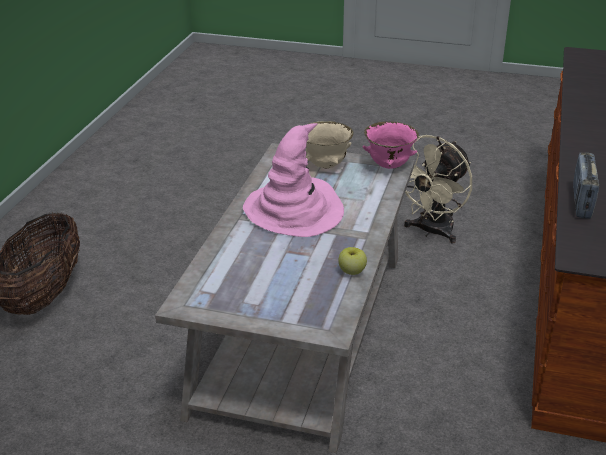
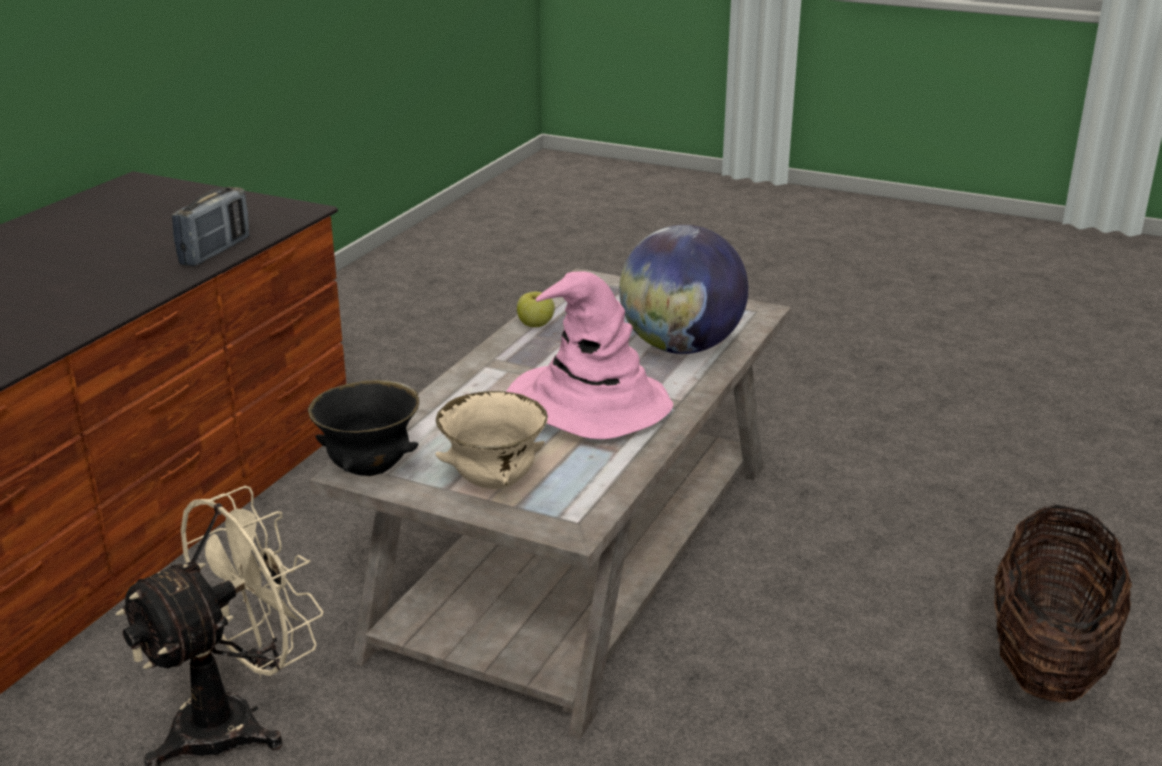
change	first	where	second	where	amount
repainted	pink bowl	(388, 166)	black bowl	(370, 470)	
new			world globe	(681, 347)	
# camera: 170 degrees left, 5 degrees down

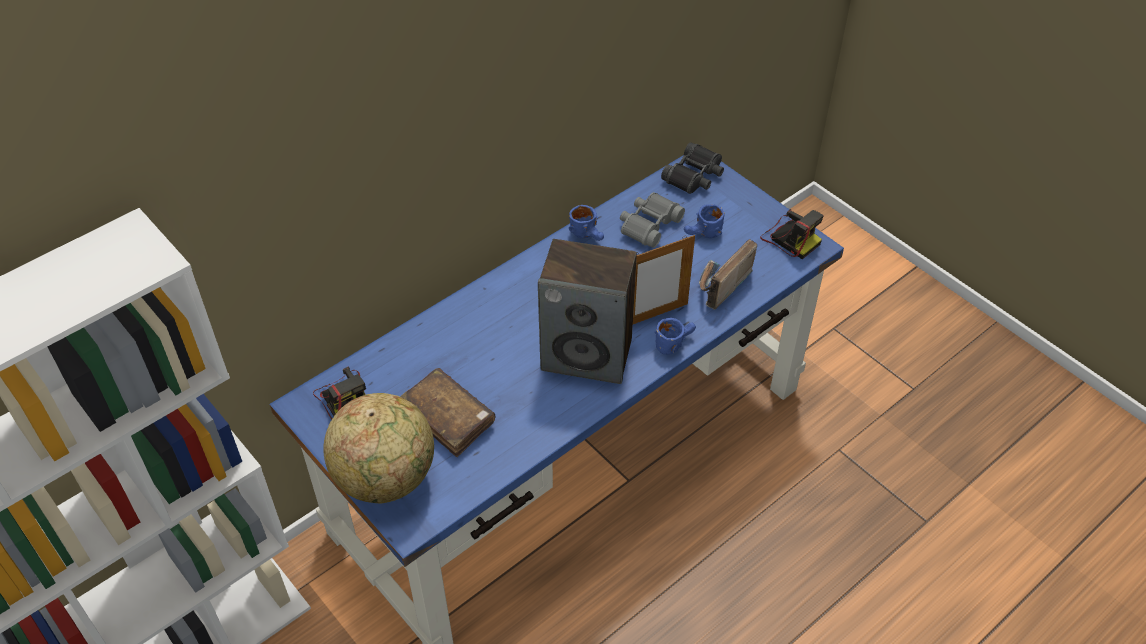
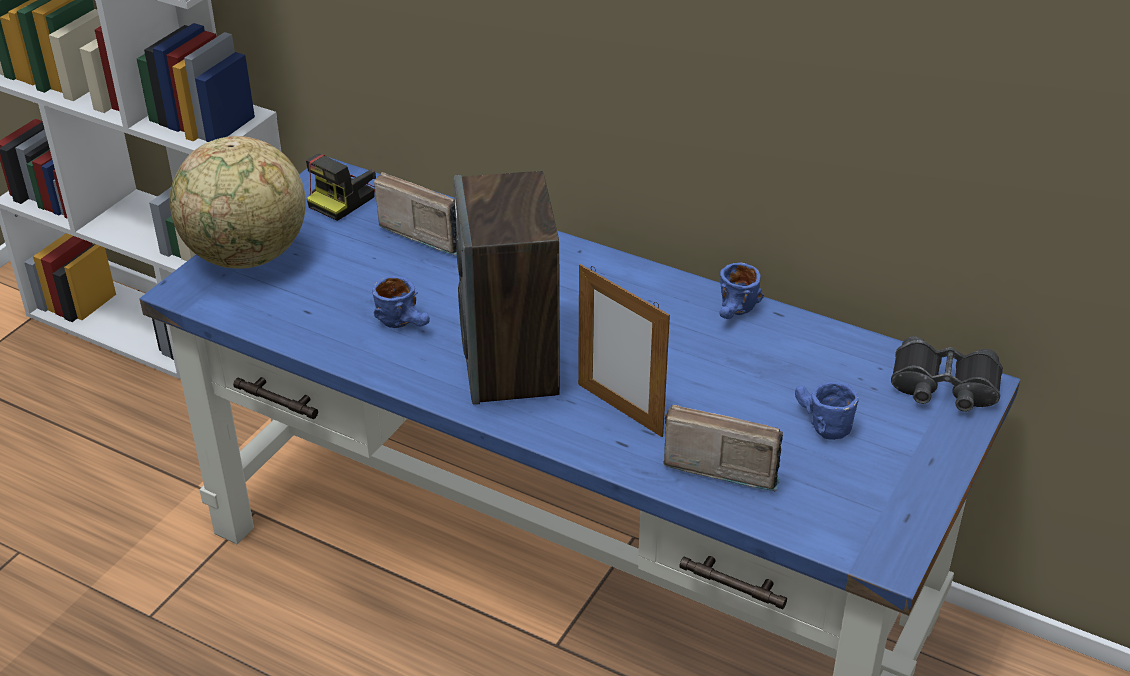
change	first	where	second	where	amount
gone	greyish field glasses	(649, 224)			
gone	photo camera	(790, 238)			
shifted	blue coffee mug	(674, 342)		(406, 323)	
gone	brownish bound book	(448, 418)			
new			radio set	(426, 231)	
# camera: 70 degrees right, 10 degrees down

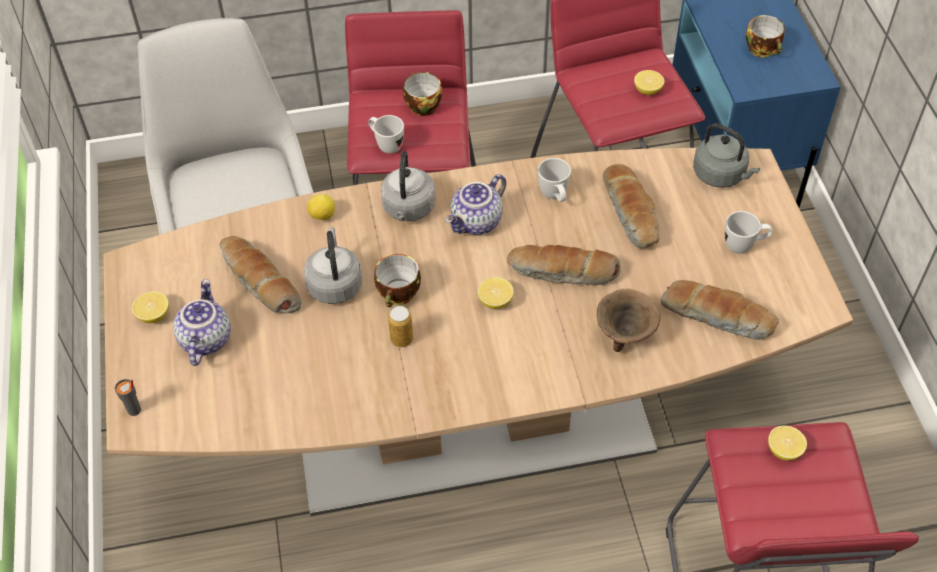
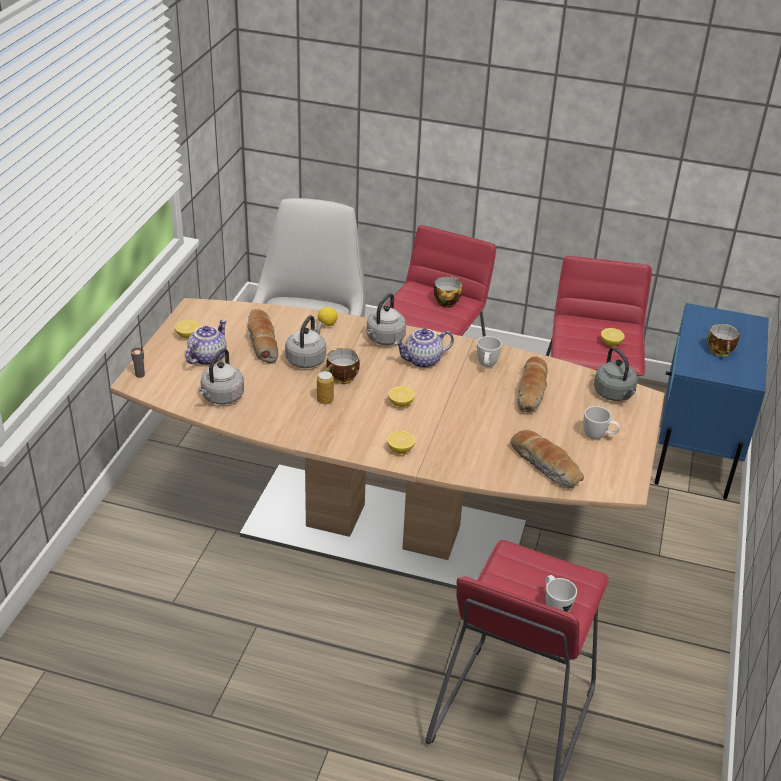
change	first	where	second	where	amount
shifted	white coffee mug	(386, 144)		(554, 606)	
gone	bakery bread	(563, 273)			
gone	brownish bowl	(625, 334)			
shifted	whole lemon	(784, 450)		(400, 449)	
new			greyish kettle	(221, 397)	
# camera: 25 degrees right, 15 degrees down

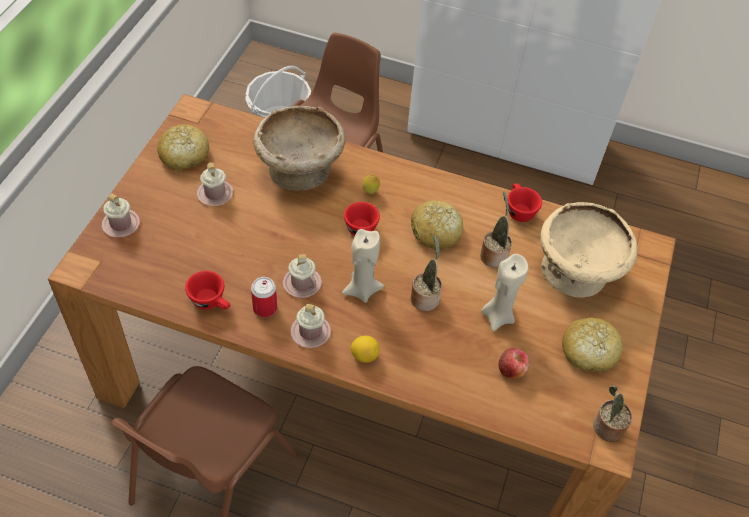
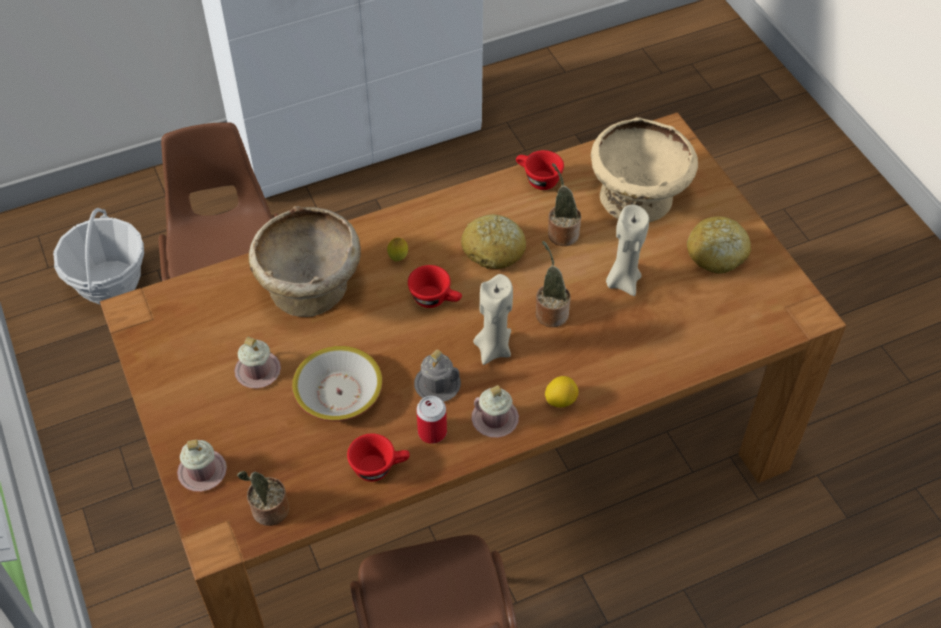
change	first	where	second	where	amount
gone	bakery bread	(184, 155)			
repainted	pink coffee mug	(302, 283)	greyish coffee mug	(437, 385)	
gone	whole apple	(511, 370)			
shifted	plant in a pot	(606, 427)		(268, 511)	
new			bowl	(339, 393)	
# camera: 40 degrees left, 0 degrees up

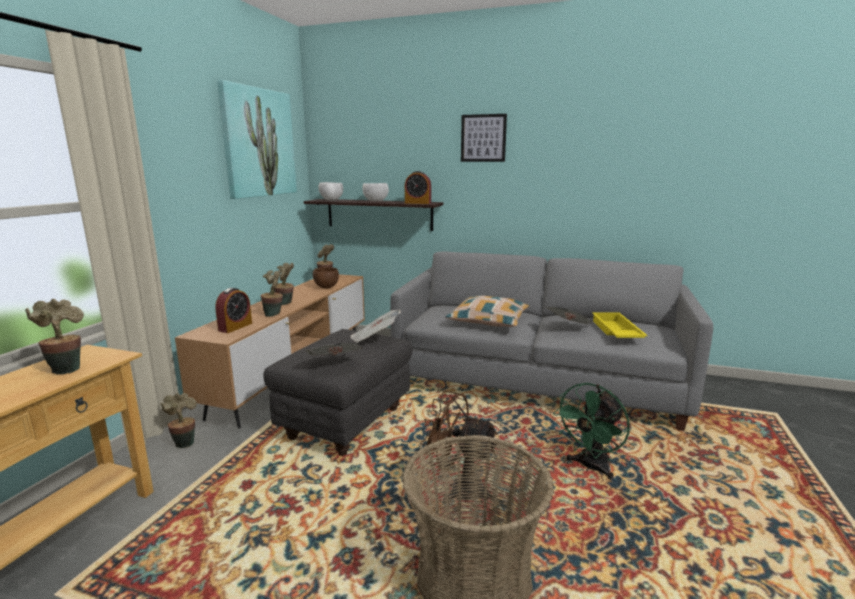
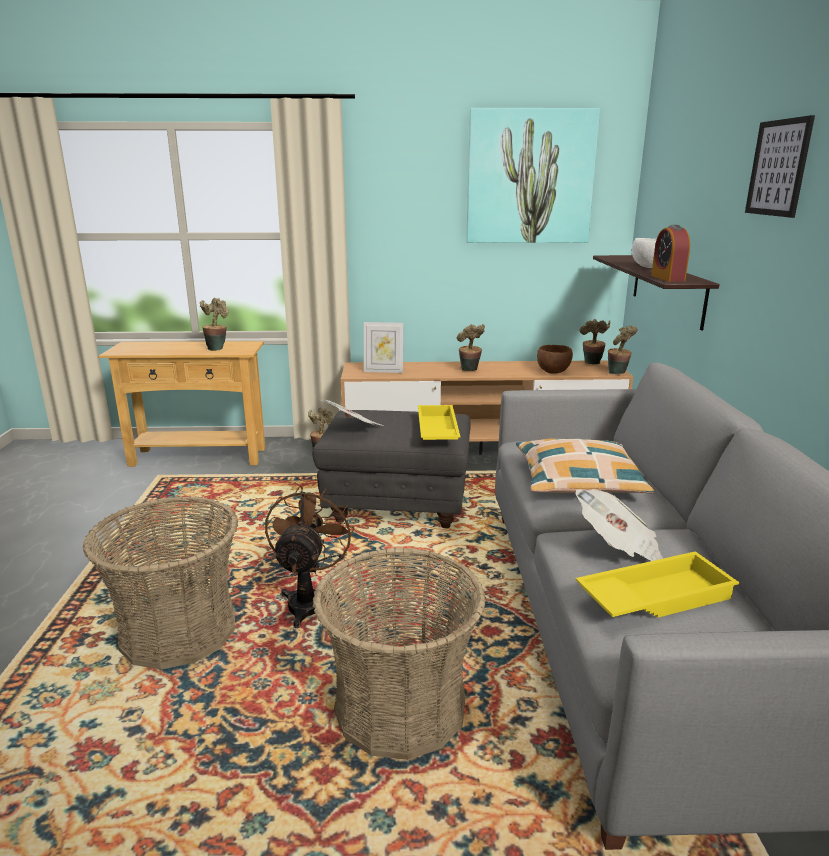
change	first	where	second	where	amount
gone	white bowl	(331, 200)			
shifted	plant in a pot	(274, 314)		(618, 373)	
swapped	bedside clock	(235, 327)	standing frame	(383, 371)	
swapped	daily paper	(374, 339)	yellow serving tray	(436, 431)	
swapped	green electric fan	(590, 467)	household basket	(400, 707)	
# camera: 70 degrees right, 5 degrees up

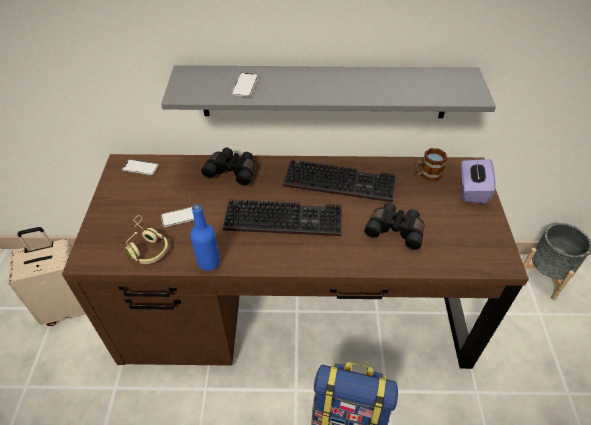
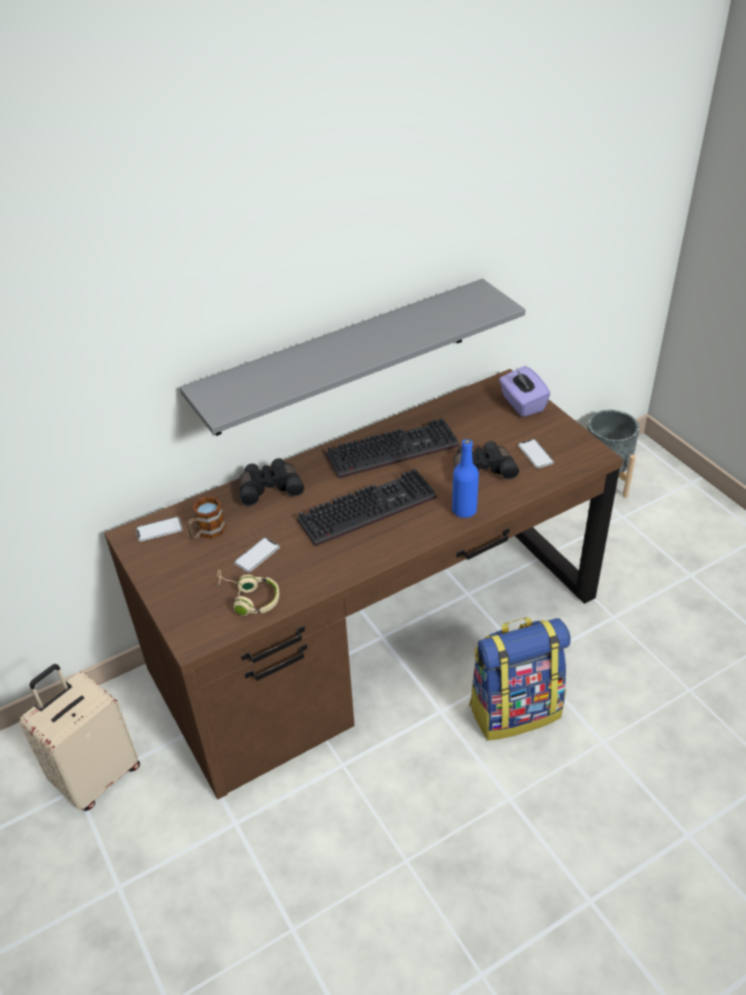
change	first	where	second	where	amount
shifted	handset	(245, 85)		(535, 454)	
shifted	coffee mug	(426, 174)		(207, 532)	
shifted	blue beverage bottle	(208, 262)		(464, 510)	
# camera: 30 degrees left, 5 degrees down

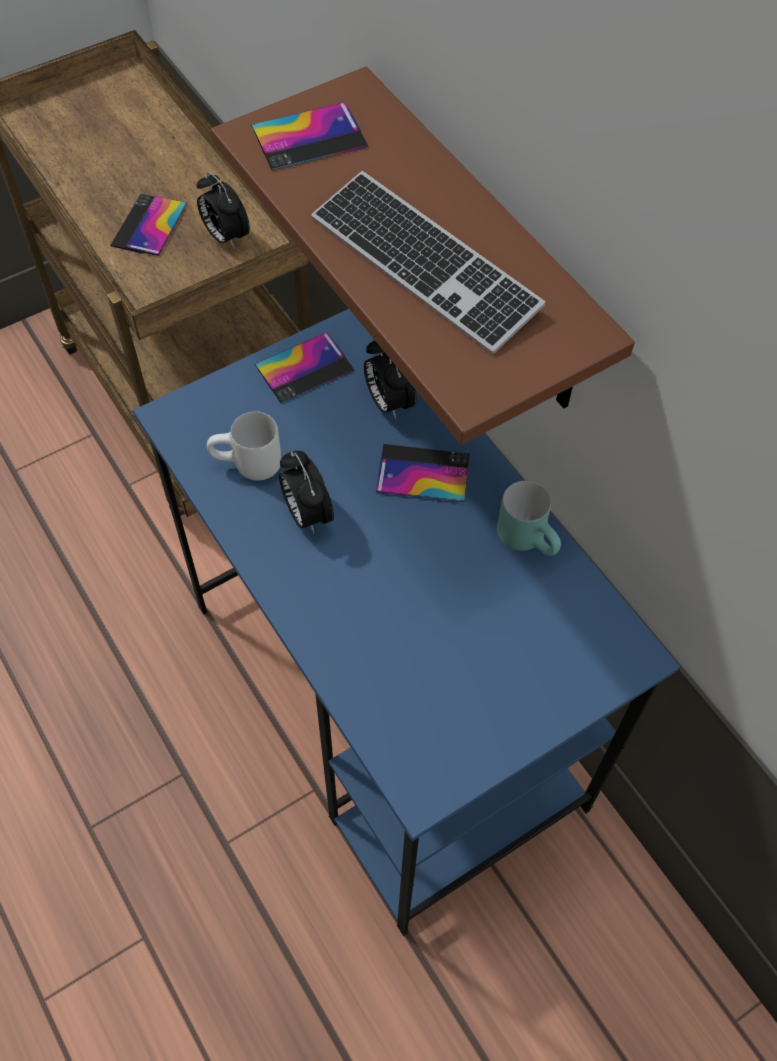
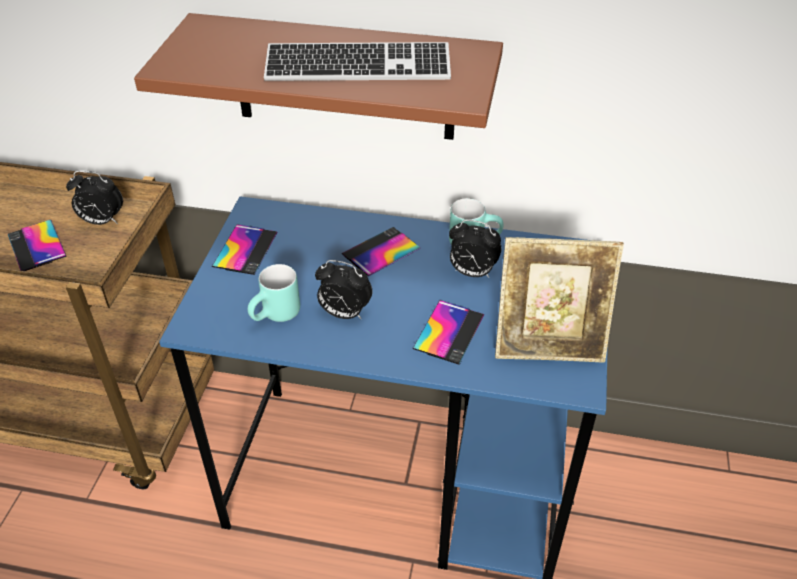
change	first	where	second	where	amount
shifted	handset	(309, 137)		(449, 332)	
shifted	bedside clock	(388, 402)		(471, 273)	
repainted	white coffee mug	(247, 467)	blue-green coffee mug	(277, 317)	
new			standing frame	(548, 345)	
# camera: 45 degrees left, 15 degrees down

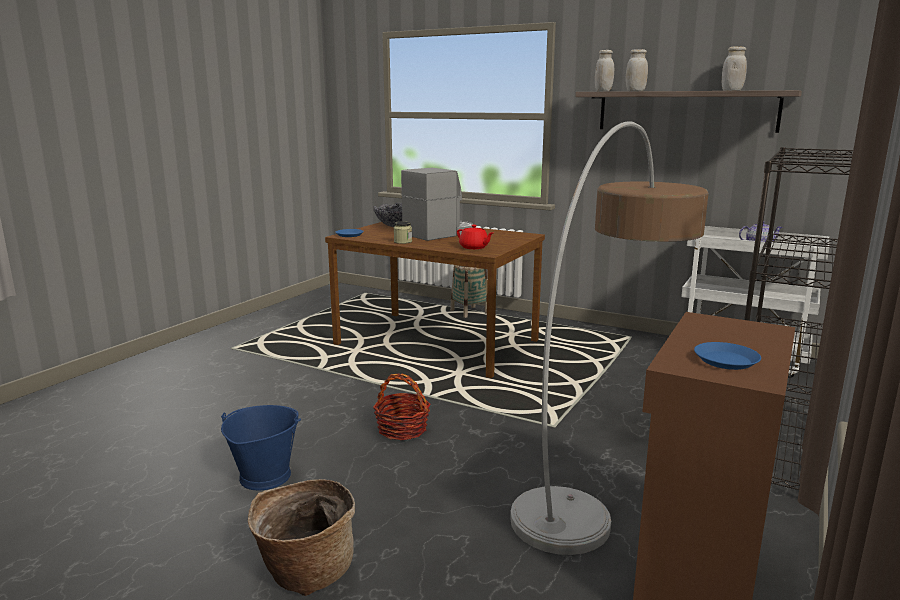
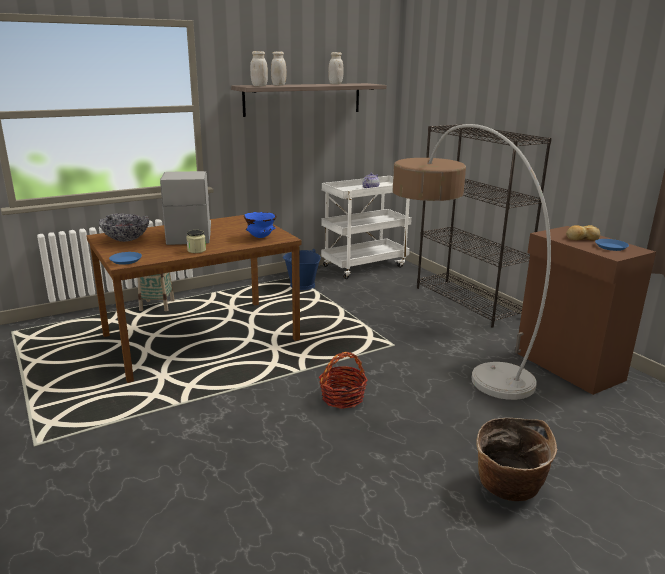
change	first	where	second	where	amount
swapped	red-coloured pot for tea	(474, 247)	blue bowl	(261, 237)	
shifted	blue pail	(264, 476)		(302, 286)	
new			bakery bread	(581, 238)	
# camera: 60 degrees left, 5 degrees up

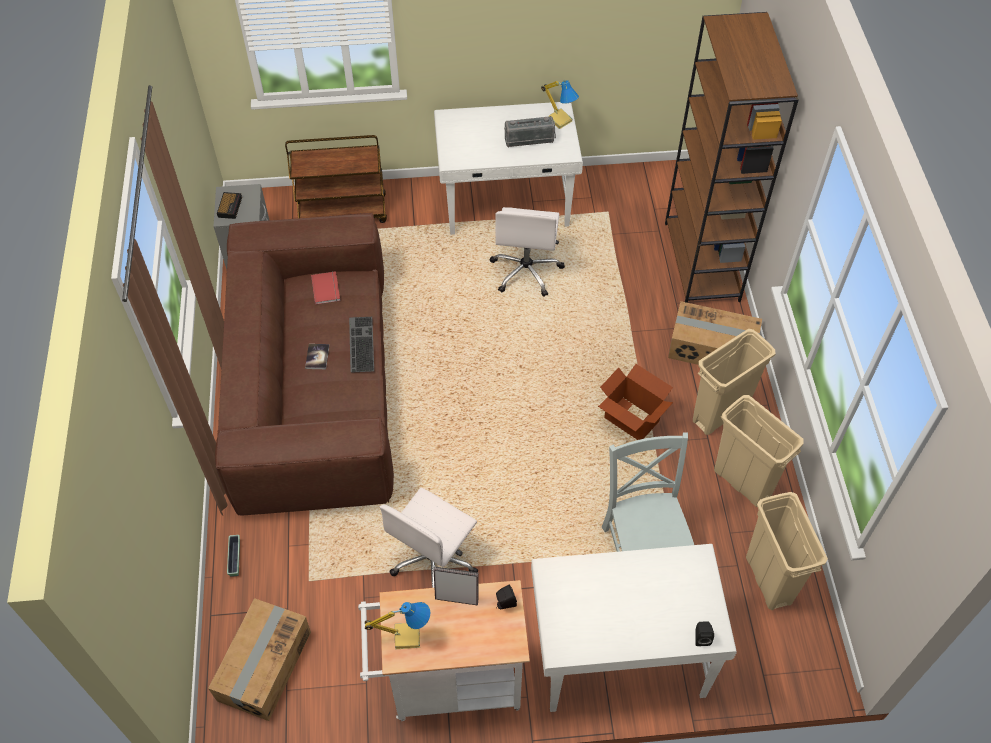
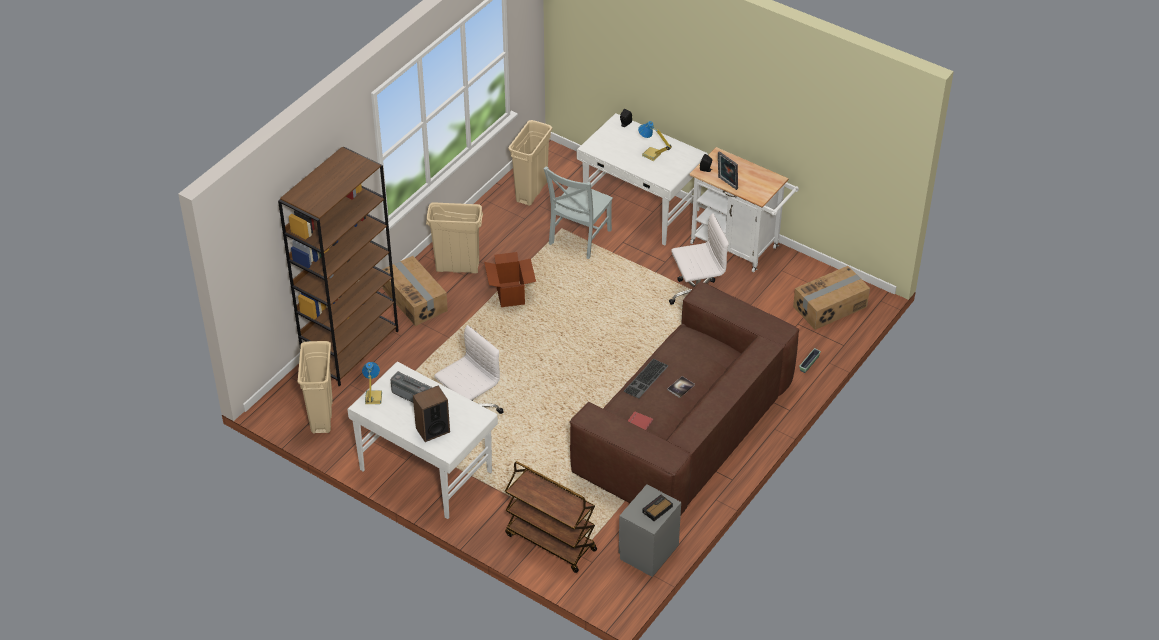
change	first	where	second	where	amount
shifted	beige-coloured rubbish bin	(743, 482)		(322, 416)	
shifted	tabletop lamp	(406, 635)		(651, 155)	
new			audio speaker	(432, 430)	
# camera: 140 degrees left, 10 degrees down

